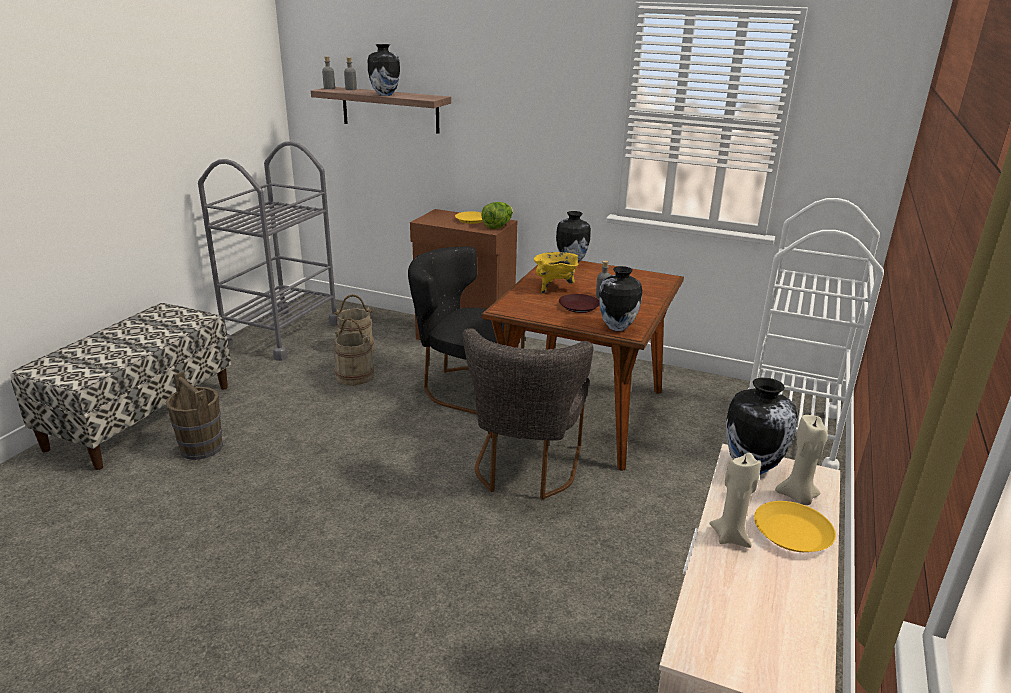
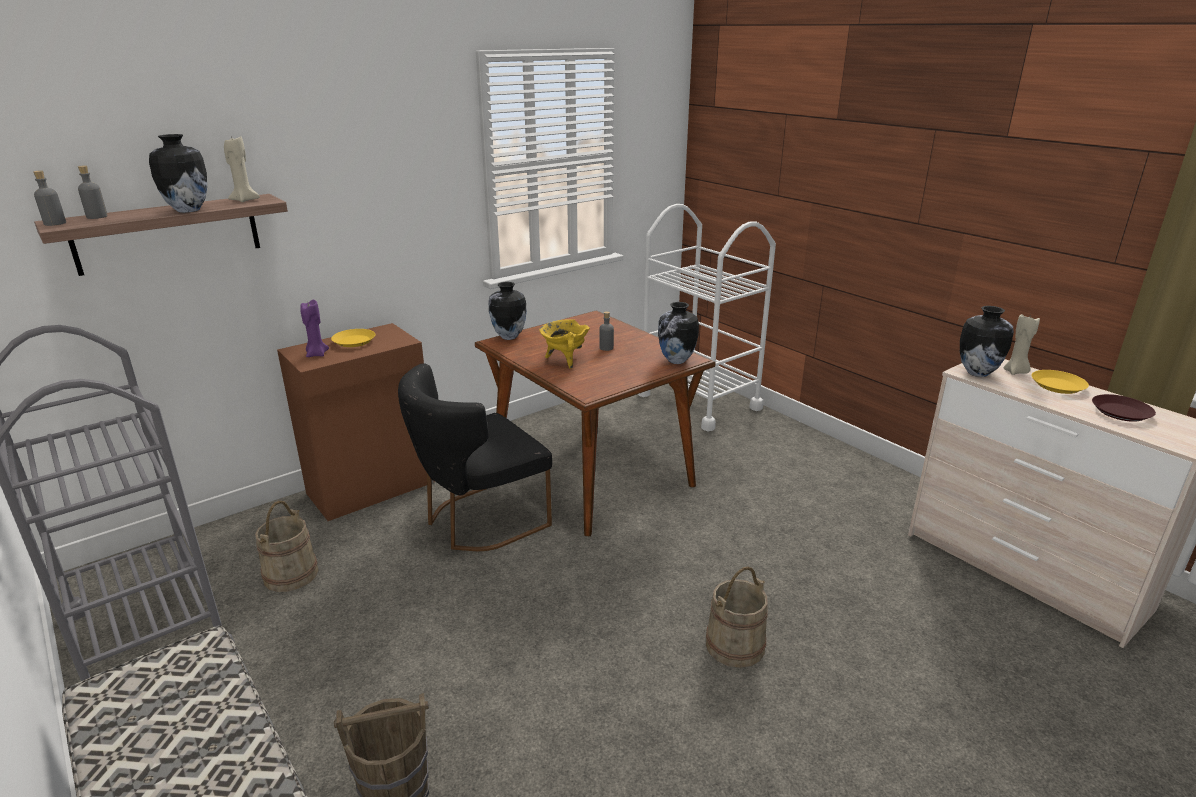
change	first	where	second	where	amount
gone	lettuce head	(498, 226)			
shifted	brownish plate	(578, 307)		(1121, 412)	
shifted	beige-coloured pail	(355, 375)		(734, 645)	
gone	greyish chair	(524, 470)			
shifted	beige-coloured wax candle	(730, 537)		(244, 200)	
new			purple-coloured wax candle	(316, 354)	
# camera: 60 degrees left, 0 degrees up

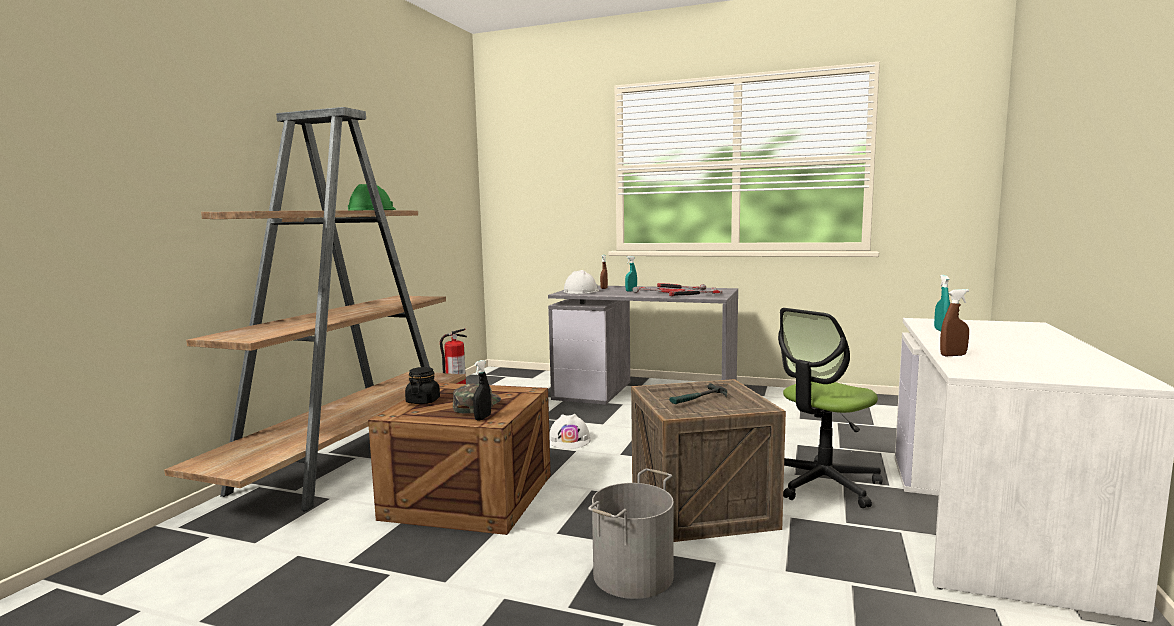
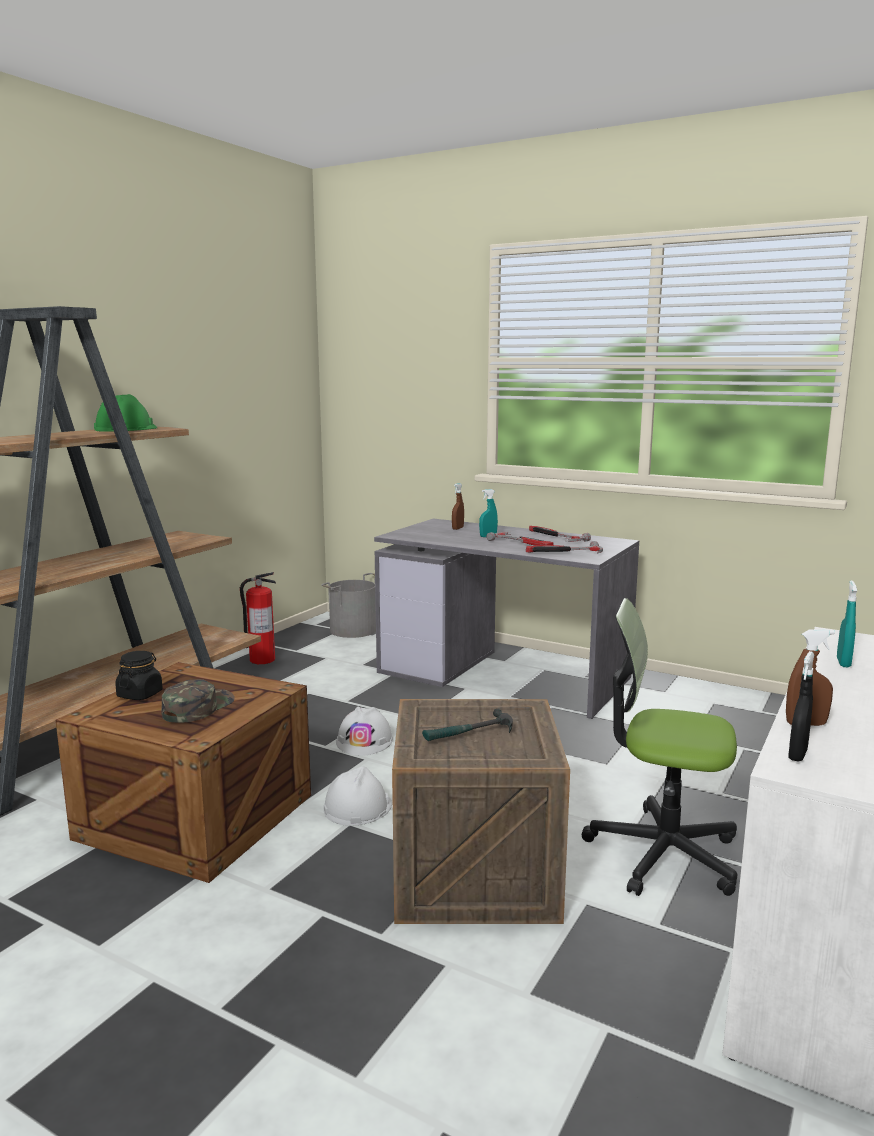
change	first	where	second	where	amount
shifted	white hard hat	(581, 291)		(357, 807)	
rotated	desk chair	(822, 484)		(662, 853)	45 degrees clockwise
shifted	black sprayer	(483, 418)		(797, 755)	
shifted	greyish pail	(634, 575)		(353, 630)	
# camera: 10 degrees right, 5 degrees up

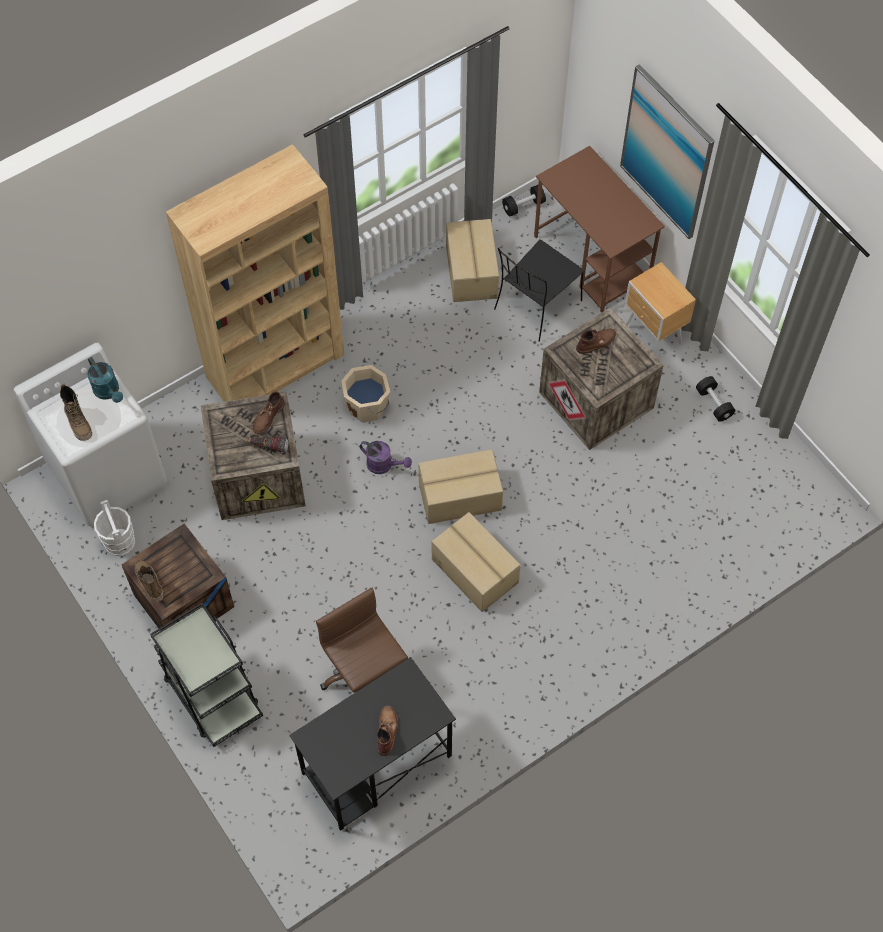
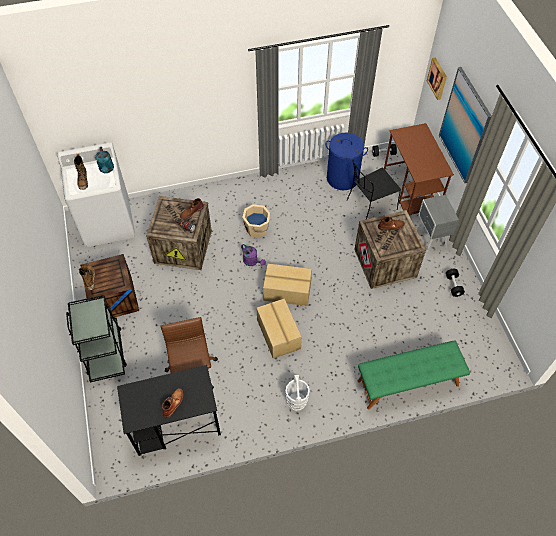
change	first	where	second	where	amount
gone	brownish shelving unit	(276, 366)			
swapped	cardboard box	(472, 271)	blue washing basket	(342, 178)	
repainted	brownish bedside table	(652, 337)	greyish bedside table	(430, 239)	
shifted	white pail	(120, 542)		(296, 401)	
new			picture	(438, 78)	
new			green long seat	(408, 383)	
# camera: 20 degrees right, 5 degrees down

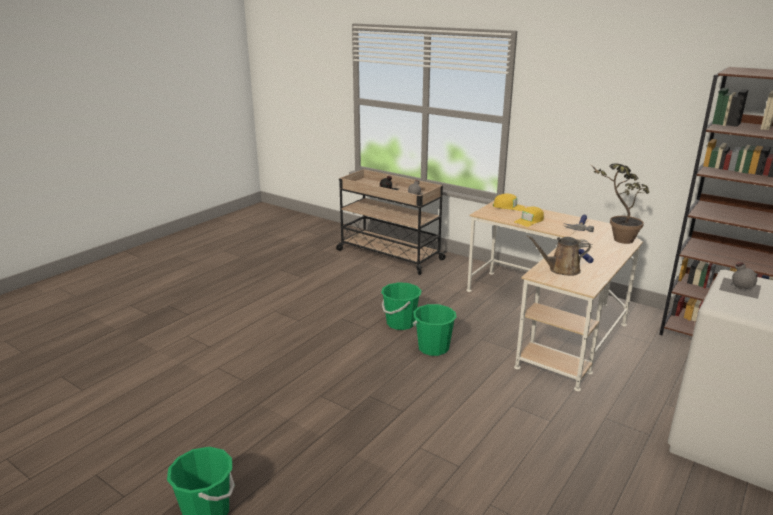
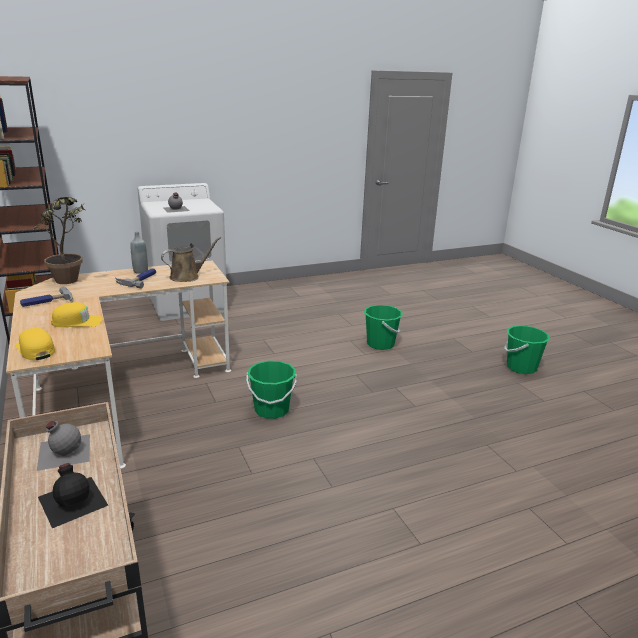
change	first	where	second	where	amount
rotated	brownish watering pot	(561, 270)		(187, 276)	60 degrees counterclockwise
shifted	green pail	(400, 323)		(380, 344)	
new			greyish beverage bottle	(140, 271)	
# camera: 150 degrees left, 0 degrees up

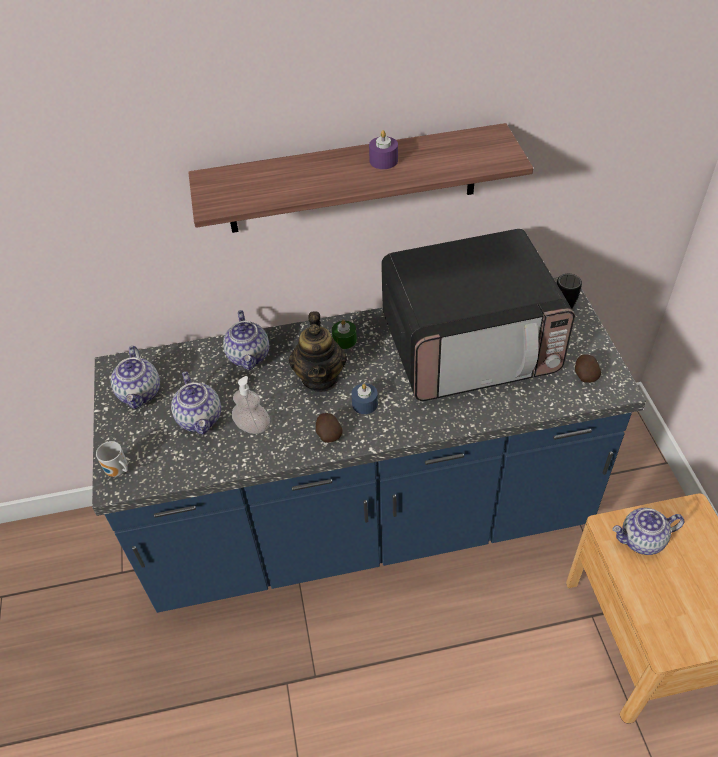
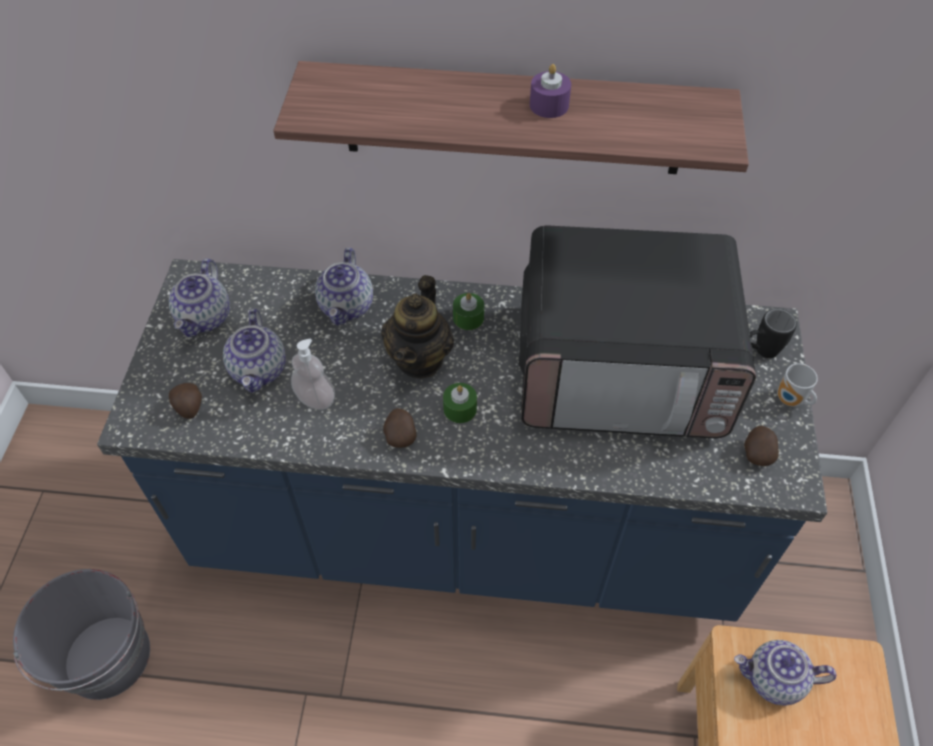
change	first	where	second	where	amount
repainted	blue wax candle	(365, 404)	green wax candle	(460, 409)	
shifted	coffee mug	(118, 472)		(790, 401)	
new			potato	(189, 408)	
new			greyish pail	(108, 658)	
# camera: 15 degrees right, 5 degrees up

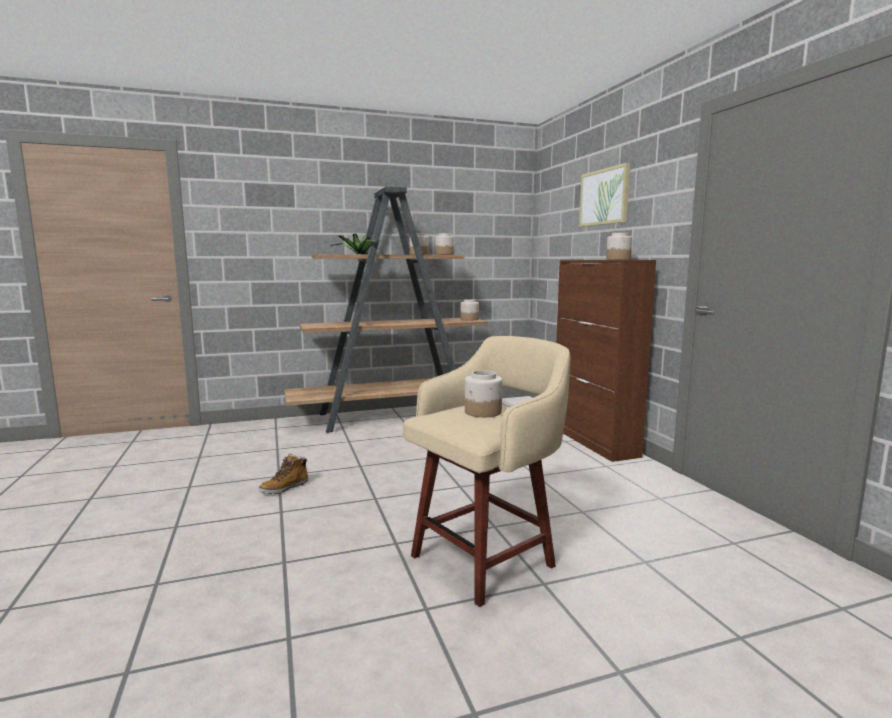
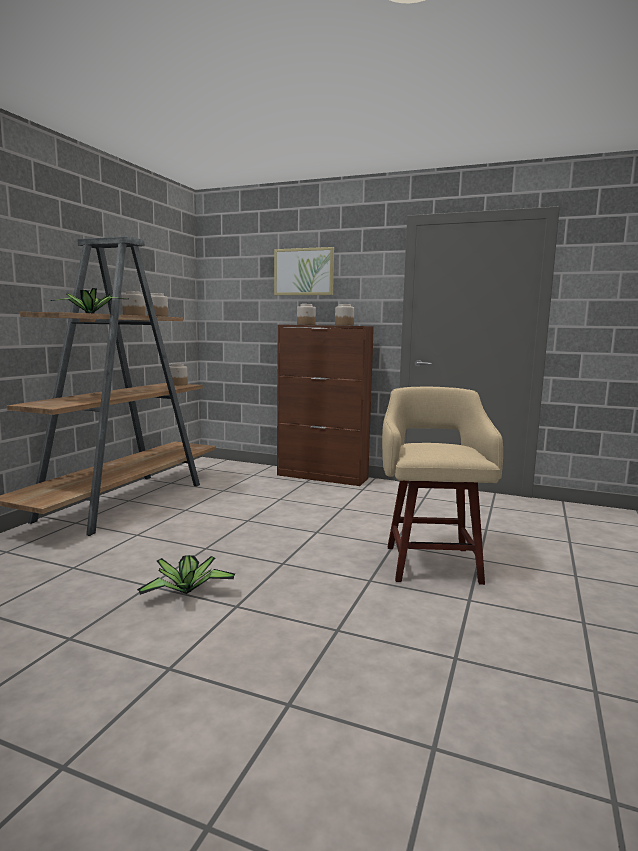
change	first	where	second	where	amount
shifted	preserve jar	(483, 412)		(306, 324)	
swapped	tall boot	(284, 488)	plant in a pot	(186, 591)	
# camera: 50 degrees left, 0 degrees up

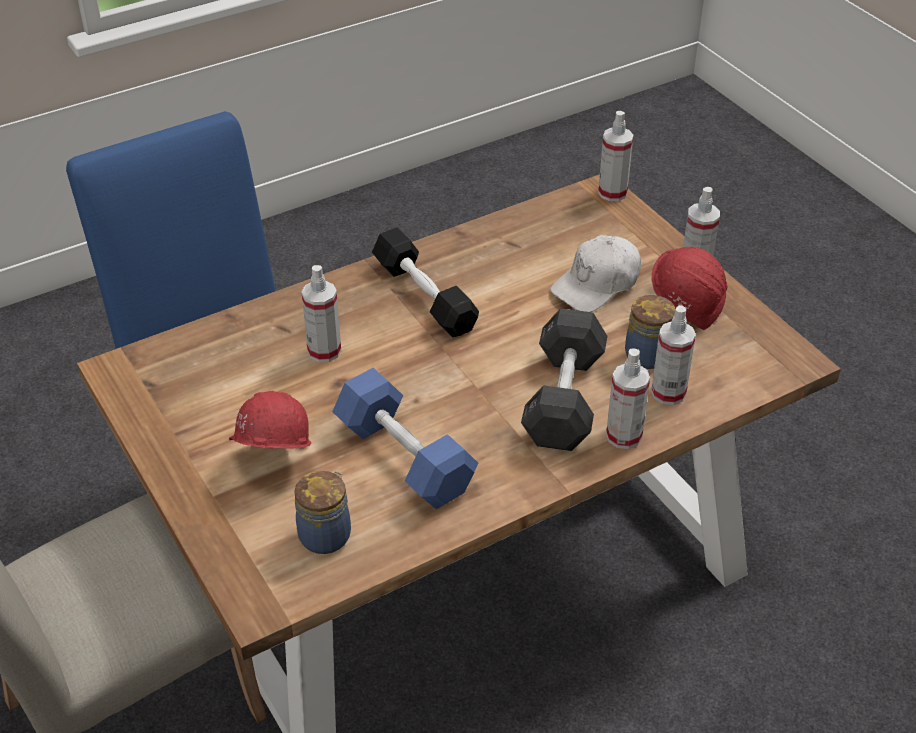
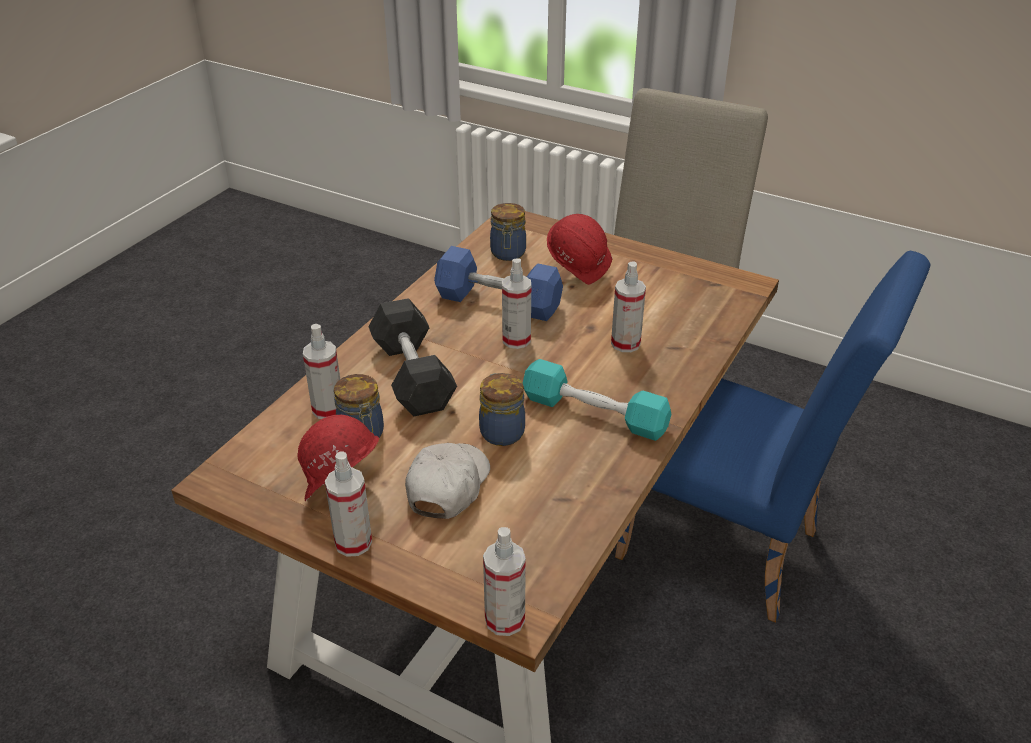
change	first	where	second	where	amount
repainted	black free weight	(424, 296)	blue-green free weight	(594, 413)	
shifted	sprayer	(624, 436)		(516, 340)	
new			preserve jar	(501, 431)	
# camera: 150 degrees right, 5 degrees down

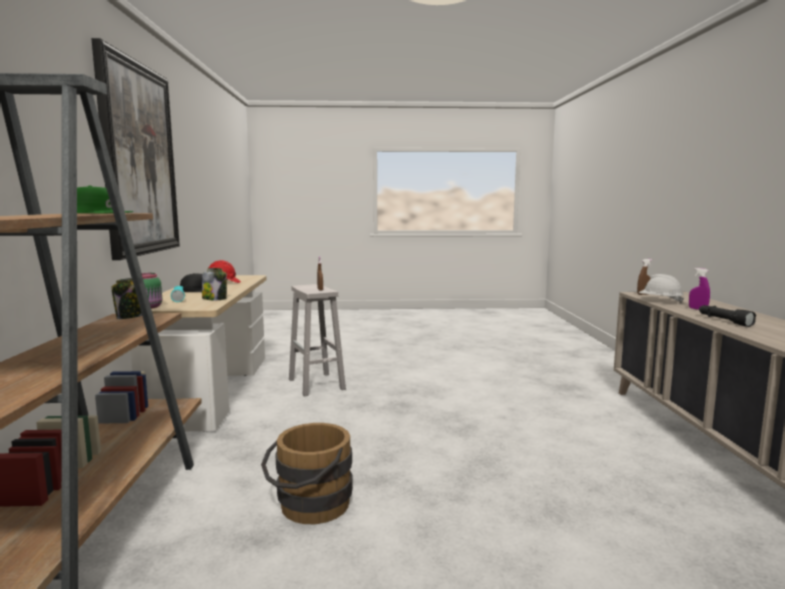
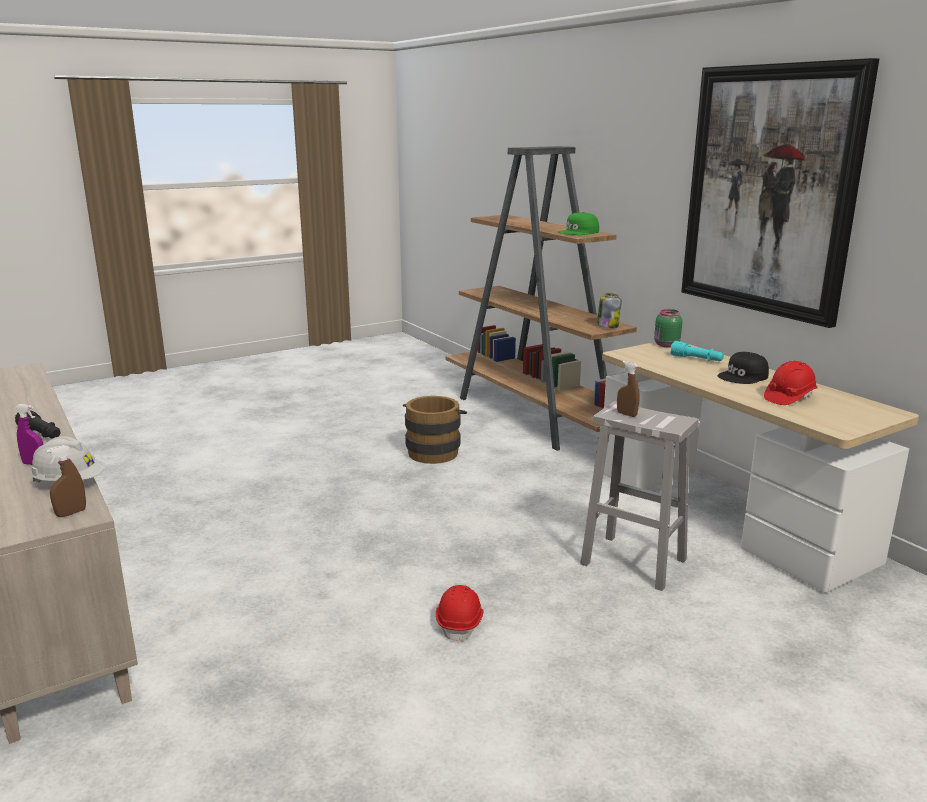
change	first	where	second	where	amount
gone	preserve jar	(215, 299)			
new			red-coloured hard hat	(460, 623)	
# camera: 150 degrees right, 10 degrees up

